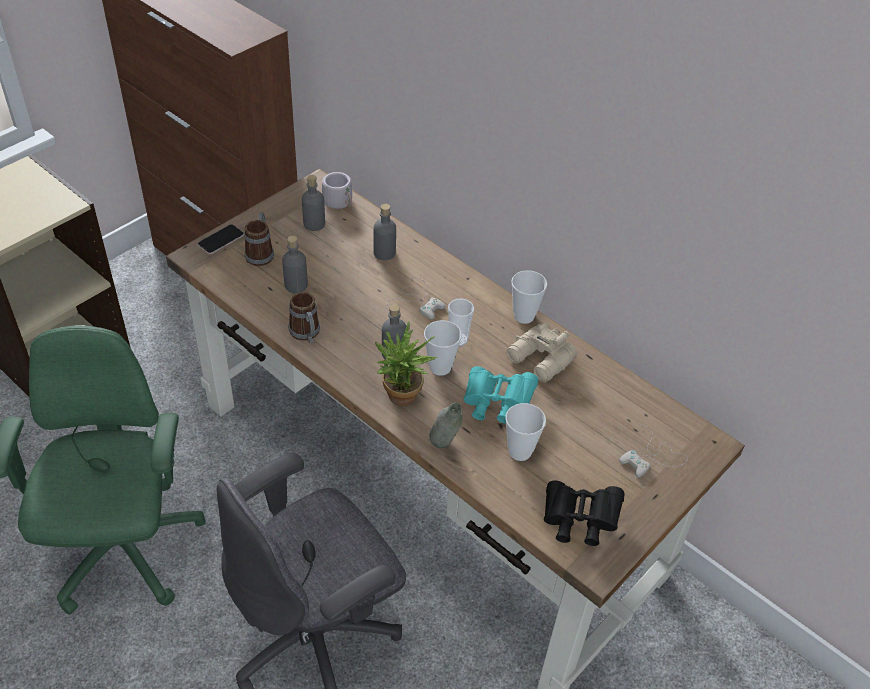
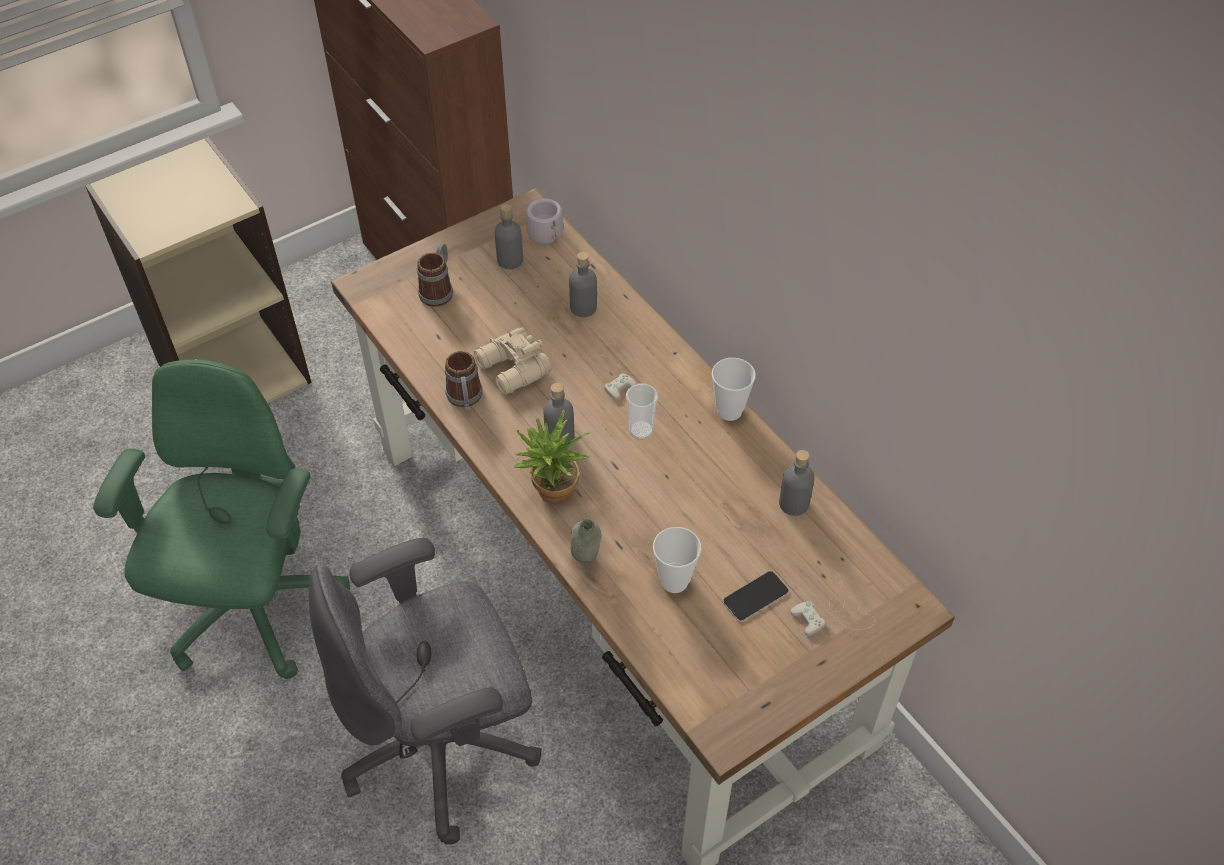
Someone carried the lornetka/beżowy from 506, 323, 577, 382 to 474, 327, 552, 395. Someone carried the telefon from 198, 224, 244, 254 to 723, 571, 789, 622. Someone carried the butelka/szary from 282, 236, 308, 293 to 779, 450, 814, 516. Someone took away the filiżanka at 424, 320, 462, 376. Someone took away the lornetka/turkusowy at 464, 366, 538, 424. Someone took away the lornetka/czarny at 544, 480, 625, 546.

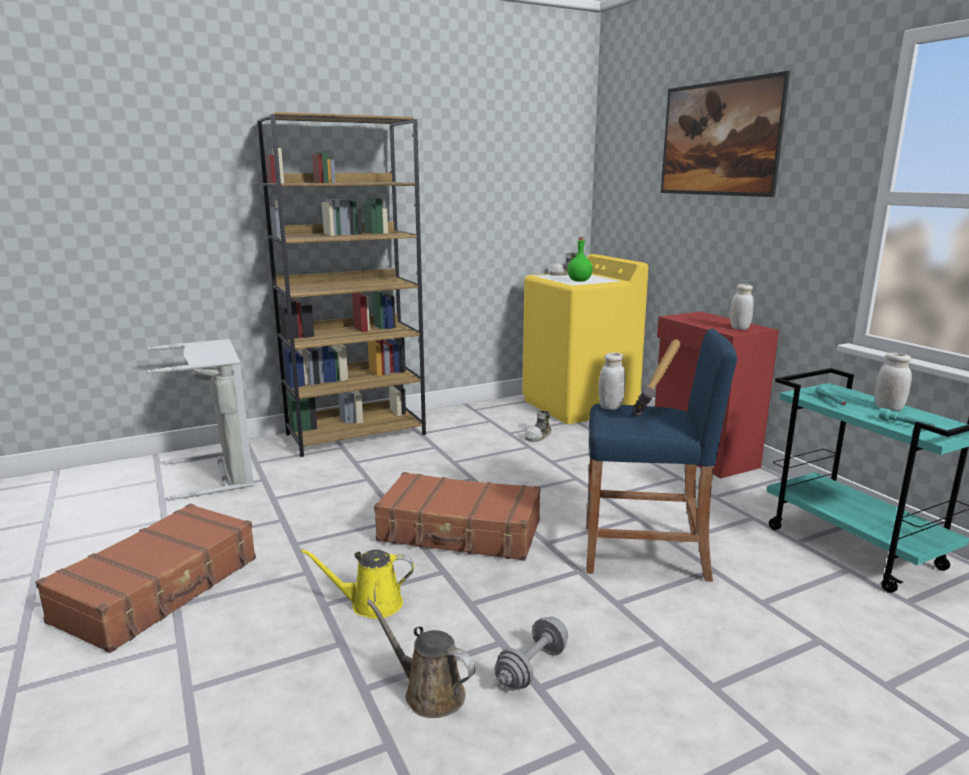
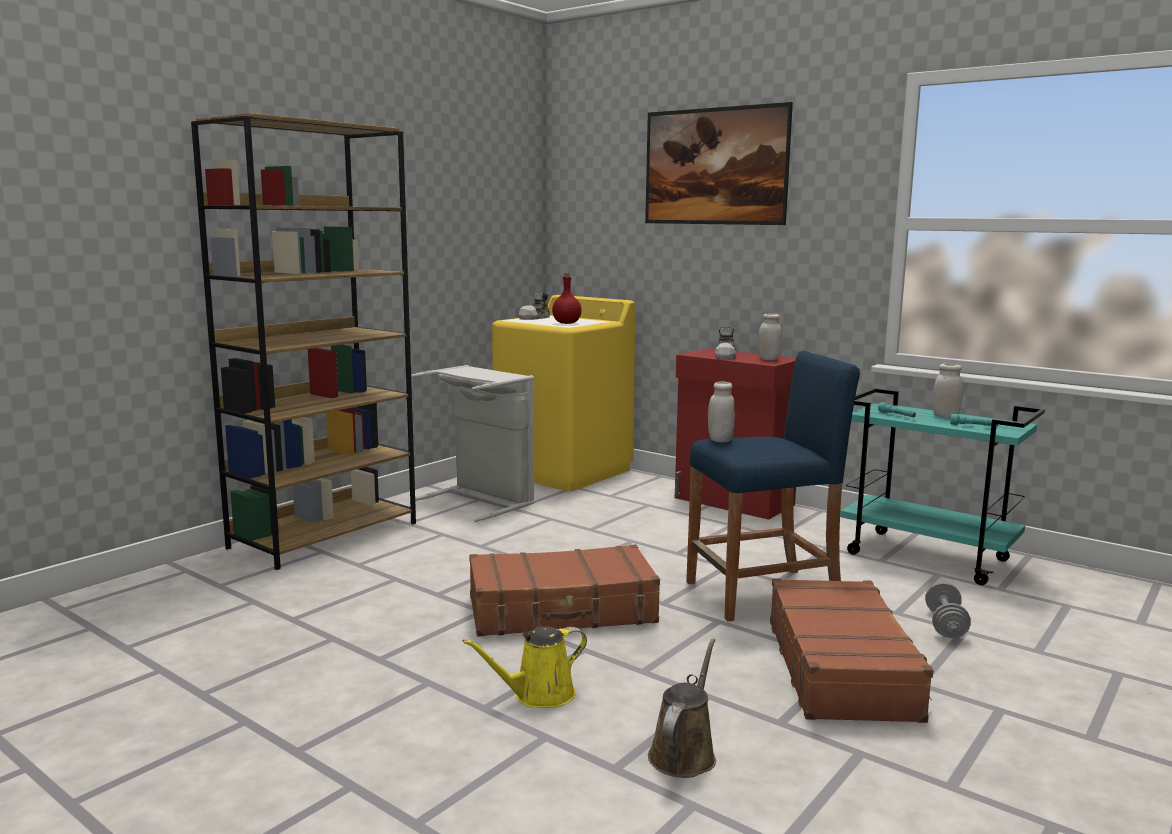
Someone carried the kosz na pranie/szary from 147, 339, 254, 501 to 411, 365, 534, 522. Someone repainted the butelka/zielony at 567, 237, 592, 282, which became the butelka/czerwony at 552, 273, 582, 324. Someone rotated the konewka/brązowy at 367, 600, 475, 718 by 105 degrees clockwise. Someone carried the but from 524, 411, 551, 442 to 715, 327, 737, 360. Someone carried the walizka/brązowy from 35, 504, 256, 653 to 770, 578, 933, 723. Someone carried the hantel/szary from 494, 617, 568, 690 to 925, 582, 971, 639. Someone took away the młotek at 632, 340, 681, 417.

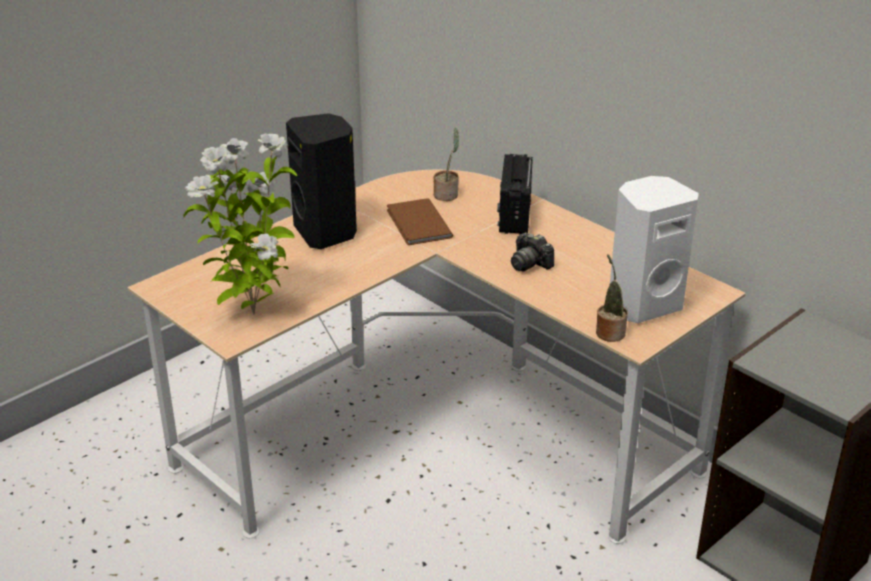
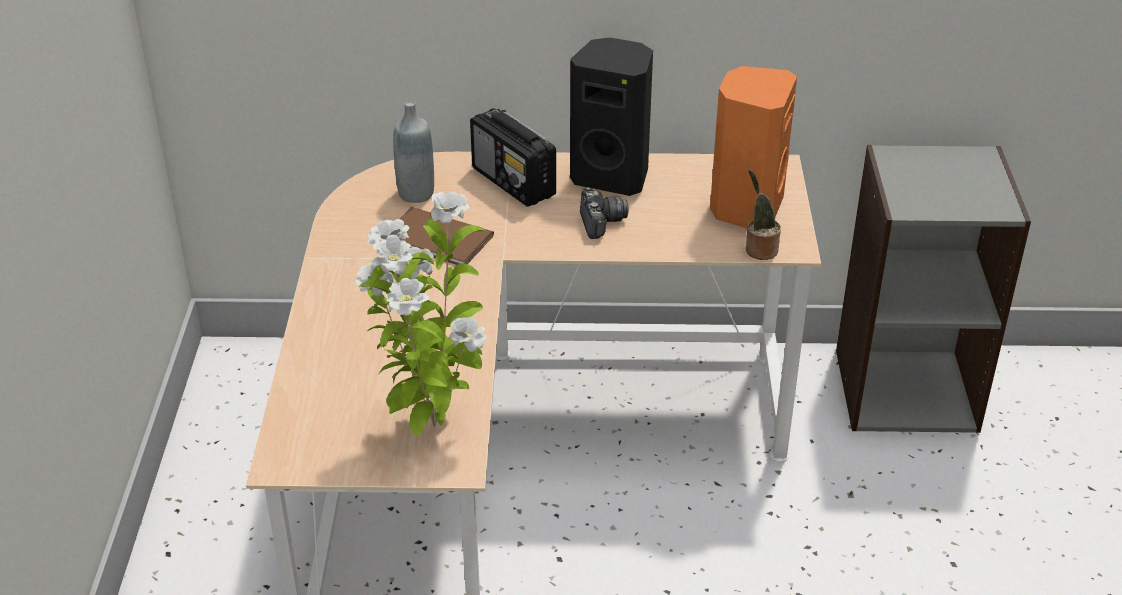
Someone swapped the roślina doniczkowa at 434, 128, 459, 201 for the butelka/szary at 393, 101, 434, 203. Someone carried the głośnik/czarny from 286, 113, 357, 249 to 570, 37, 653, 196. Someone rotated the aparat fotograficzny at 511, 232, 554, 271 by 105 degrees counterclockwise. Someone repainted the głośnik/biały at 610, 176, 699, 323, which became the głośnik/pomarańczowy at 710, 66, 797, 228.

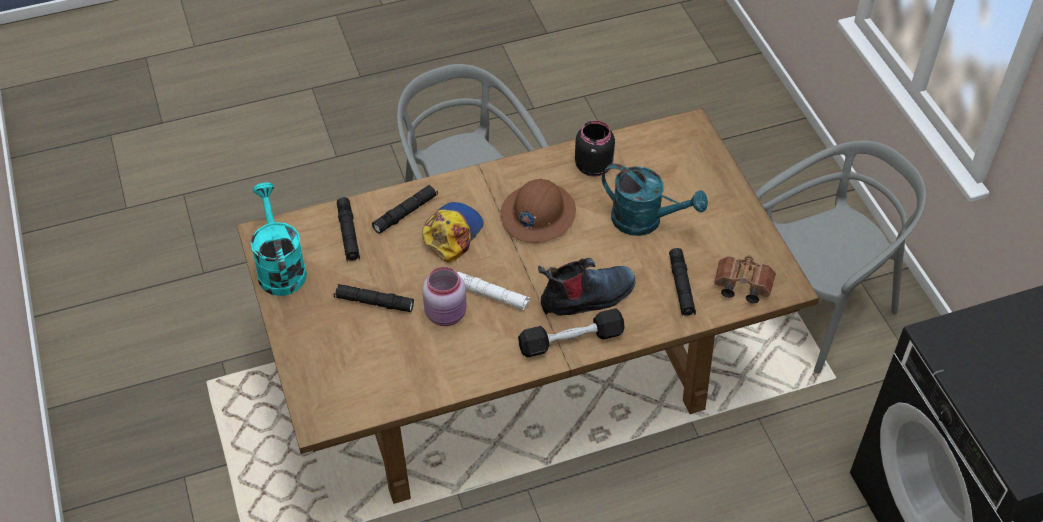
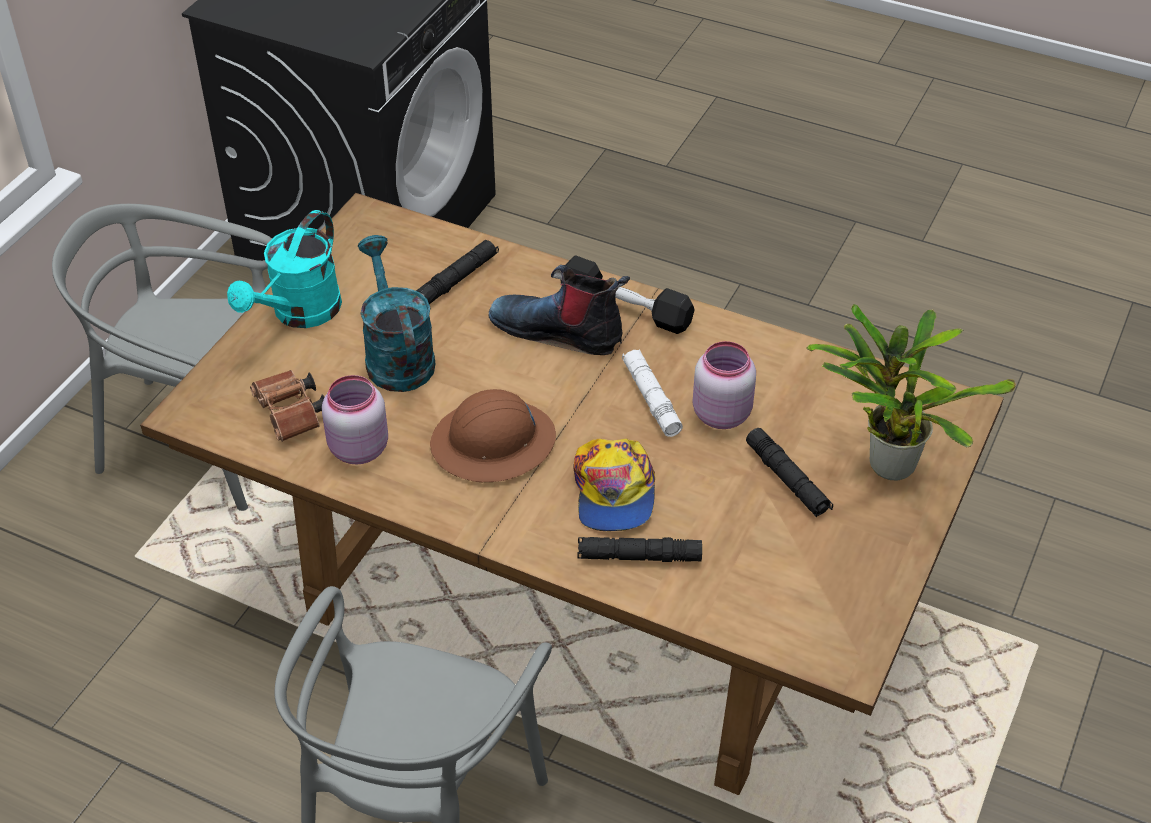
Someone carried the konewka/turkusowy from 251, 182, 307, 296 to 227, 210, 342, 328. Someone carried the lornetka/brązowy from 714, 255, 776, 304 to 250, 370, 324, 442. Someone repainted the słoik/czarny at 575, 120, 615, 177, which became the słoik/różowy at 322, 375, 388, 465. Someone rotated the czapka z daszkiem at 422, 202, 484, 262 by 75 degrees counterclockwise. Someone put down the roślina doniczkowa at 806, 304, 1016, 480. Someone took away the latarka/czarny at 337, 197, 360, 261.

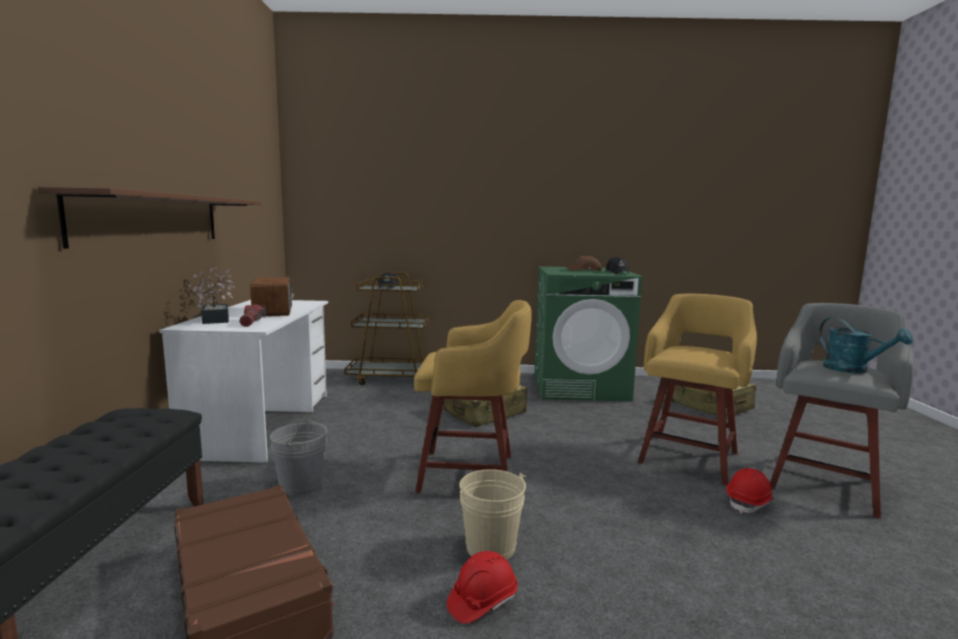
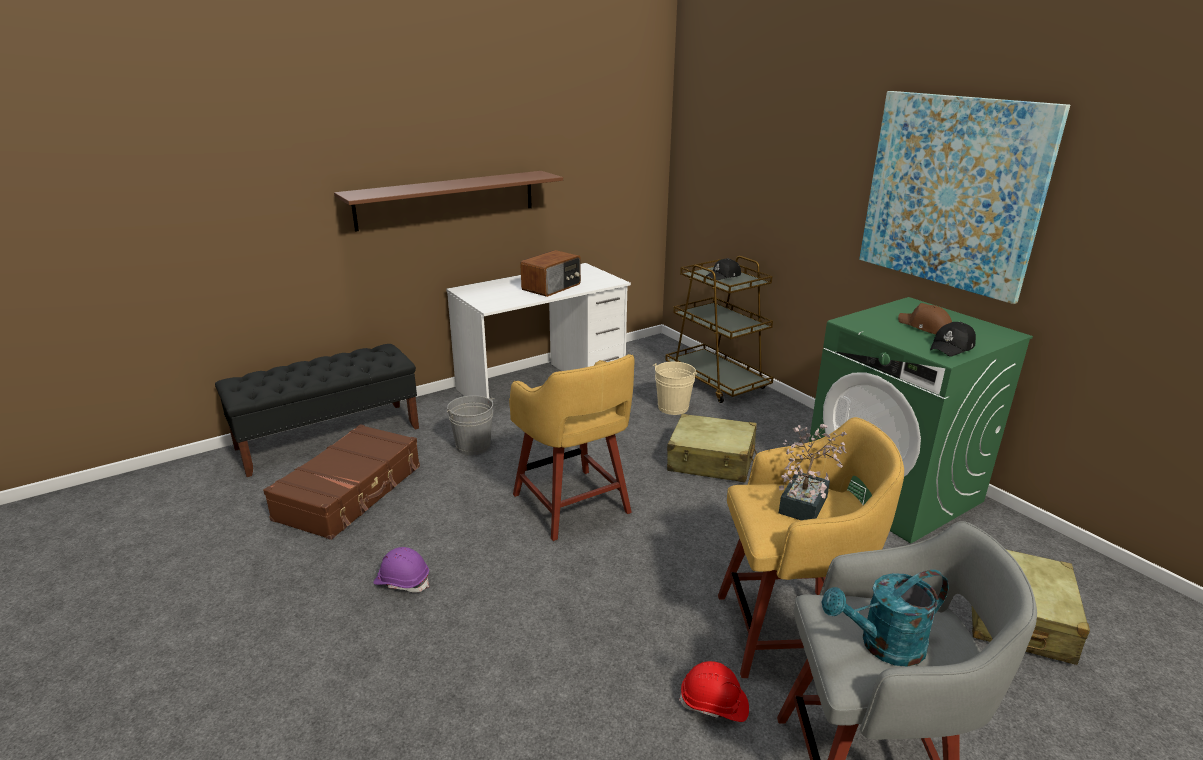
Someone repainted the kask/czerwony at 447, 551, 518, 624, which became the kask/fioletowy at 373, 547, 429, 593. Someone carried the wiadro/beżowy from 460, 469, 526, 560 to 653, 362, 697, 415. Someone carried the roślina doniczkowa from 189, 268, 235, 324 to 779, 424, 847, 520. Someone rotated the konewka/turkusowy at 819, 317, 913, 374 by 45 degrees clockwise. Someone put up the obraz at 859, 91, 1070, 304. Someone took away the latarka at 239, 304, 266, 327.

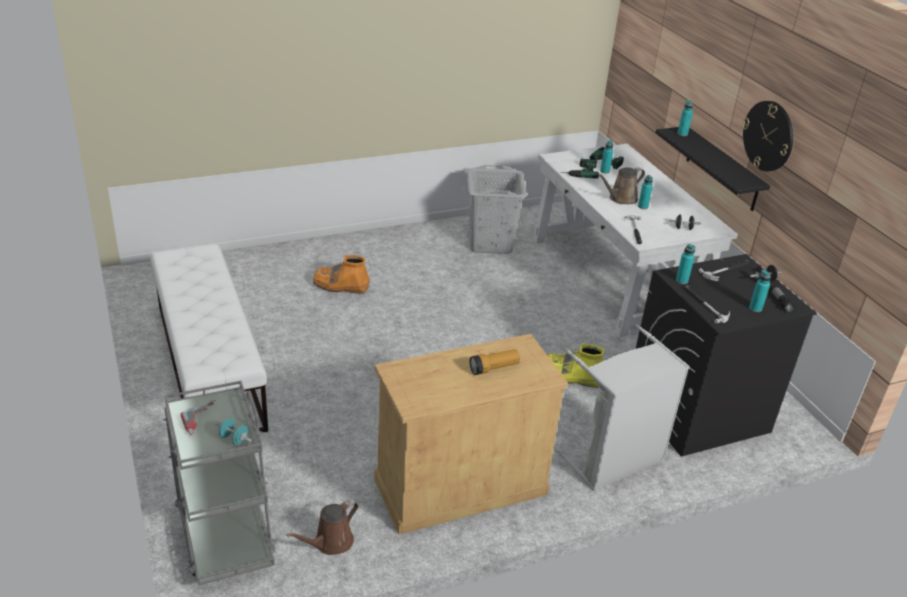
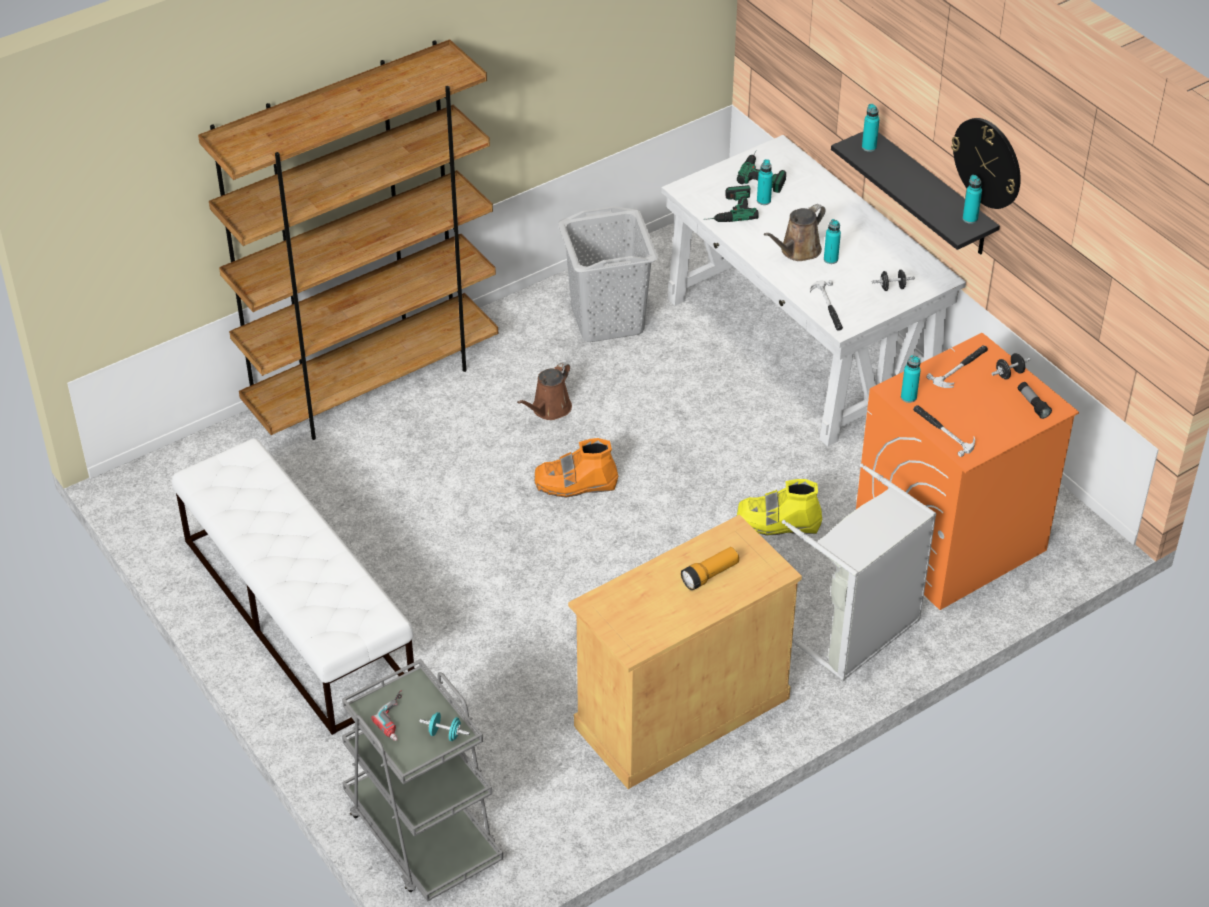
Someone put down the regał/brązowy at 198, 39, 498, 440. Someone carried the konewka/brązowy from 286, 499, 358, 555 to 517, 362, 572, 420. Someone carried the but z cholewką/pomarańczowy from 313, 255, 370, 294 to 535, 438, 618, 498. Someone repainted the pralka/czarny at 636, 254, 817, 457, which became the pralka/pomarańczowy at 856, 333, 1079, 610. Someone carried the butelka/turkusowy from 749, 270, 771, 312 to 963, 175, 982, 224.

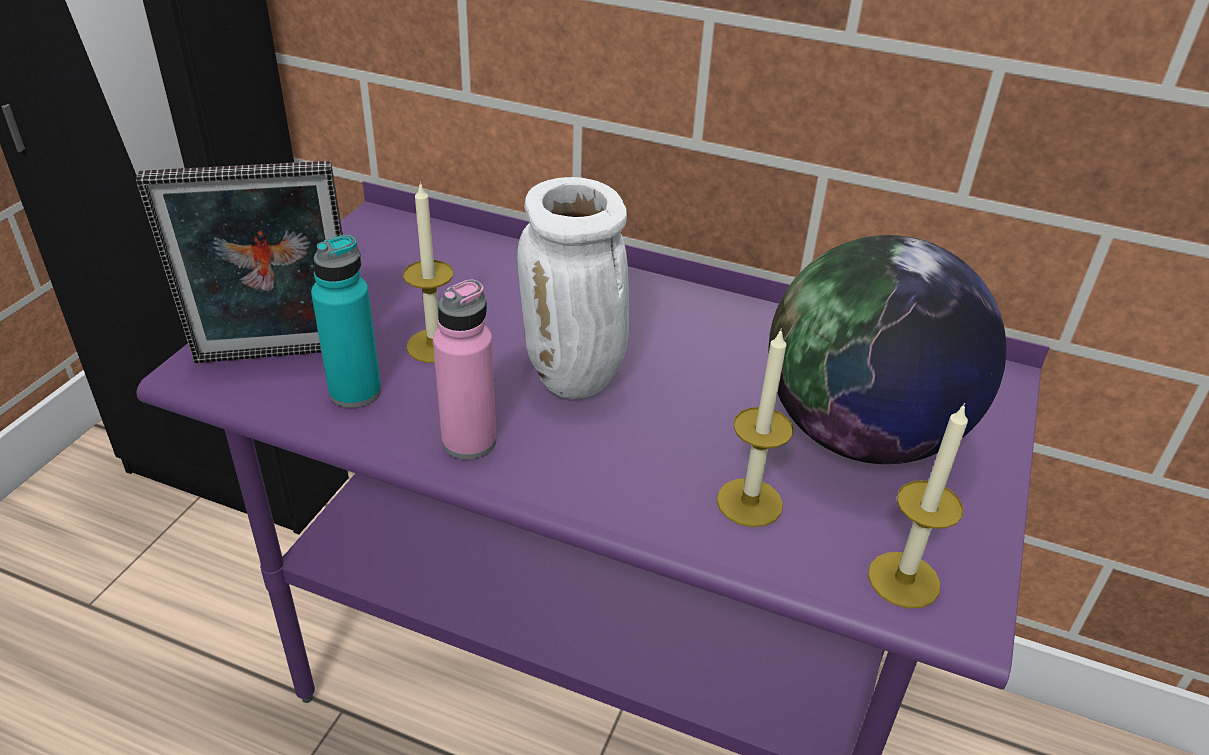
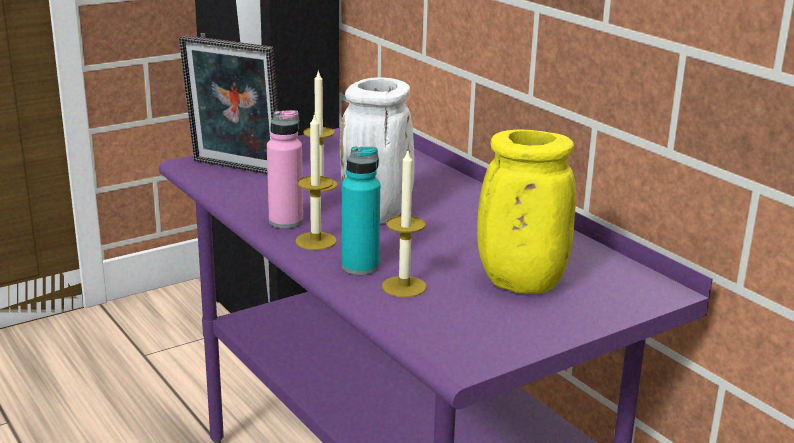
Someone carried the świeca from 868, 403, 968, 609 to 295, 112, 337, 250. Someone carried the butelka/turkusowy from 311, 235, 381, 408 to 342, 146, 380, 275. Someone swapped the globus at 768, 235, 1006, 464 for the wazon/żółty at 477, 129, 576, 294.

